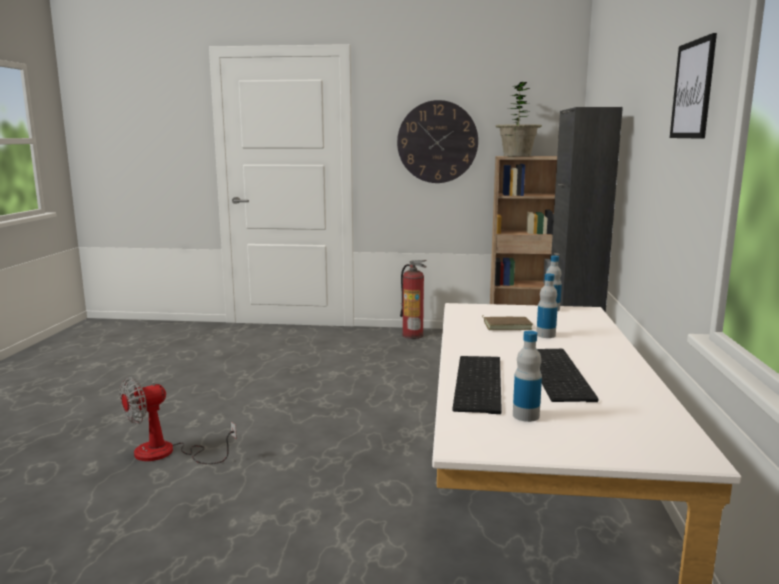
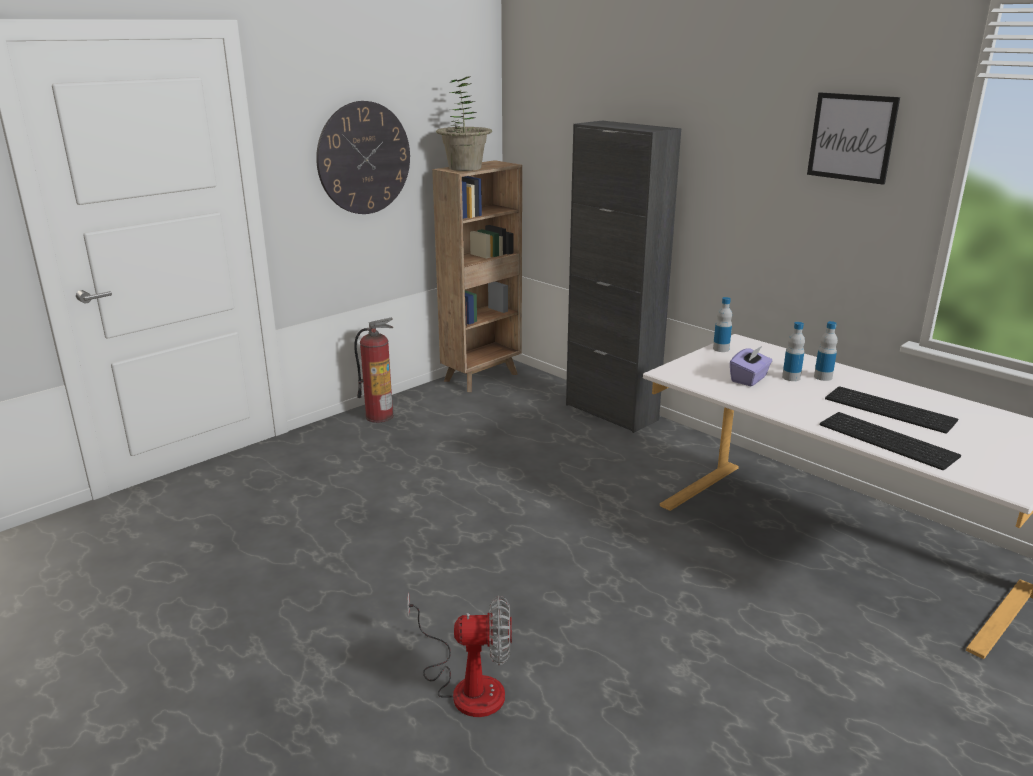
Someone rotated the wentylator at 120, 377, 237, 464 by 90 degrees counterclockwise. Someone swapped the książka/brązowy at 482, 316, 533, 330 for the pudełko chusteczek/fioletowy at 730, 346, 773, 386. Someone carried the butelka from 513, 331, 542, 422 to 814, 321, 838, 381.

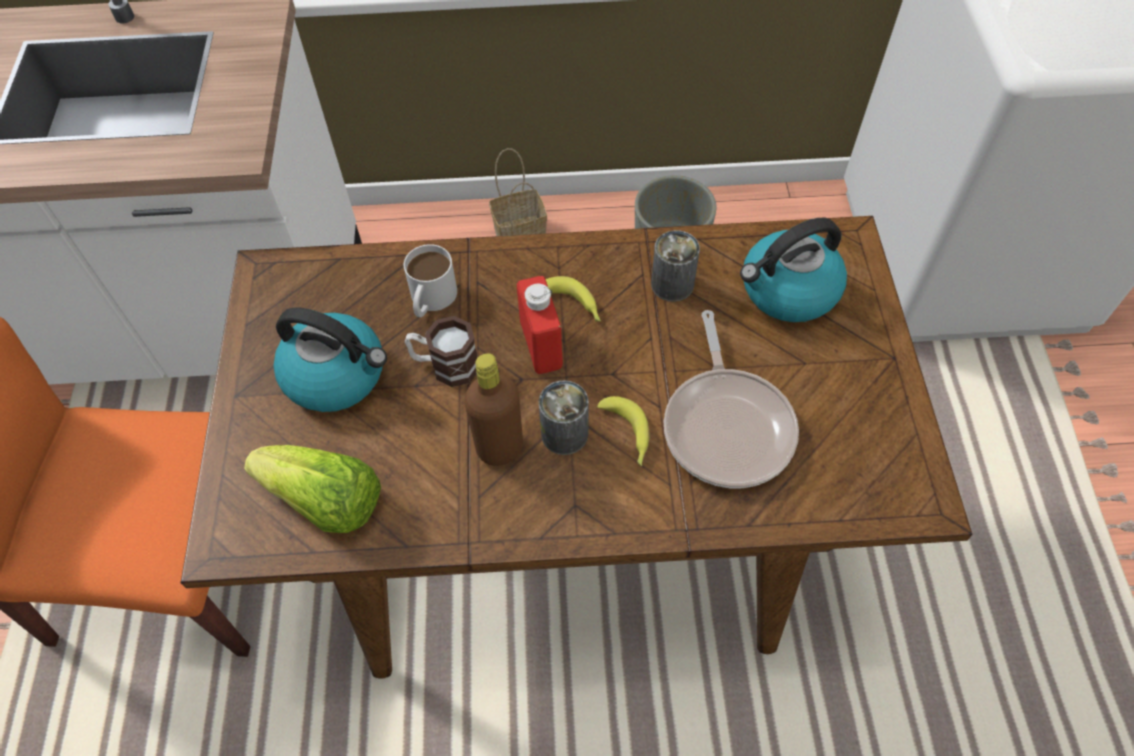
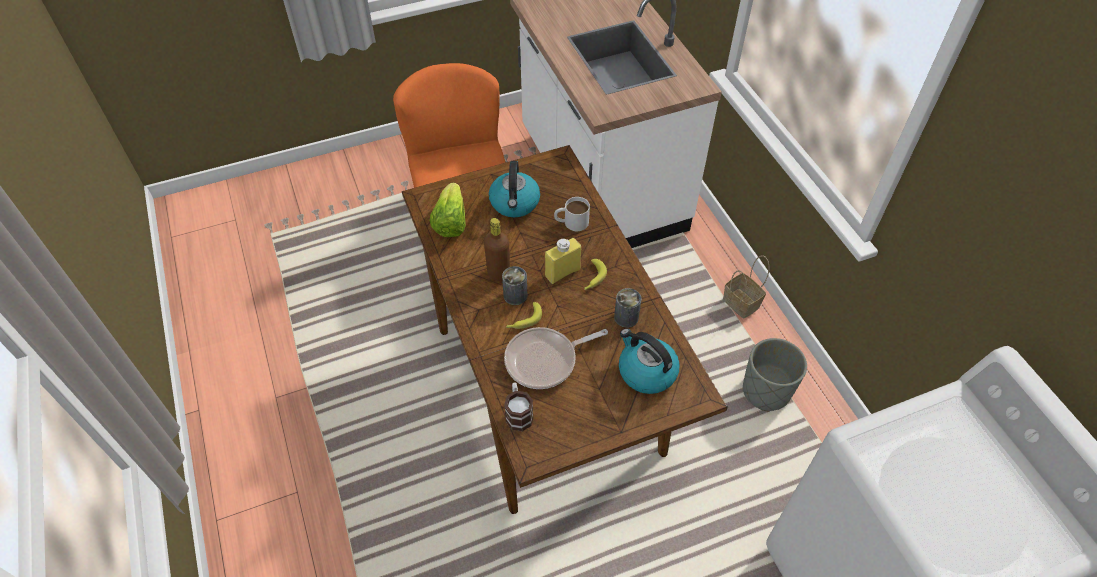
Someone carried the kubek from 405, 316, 477, 387 to 504, 383, 534, 431. Someone repainted the butelka/czerwony at 517, 276, 563, 374, which became the butelka/żółty at 545, 238, 581, 284.

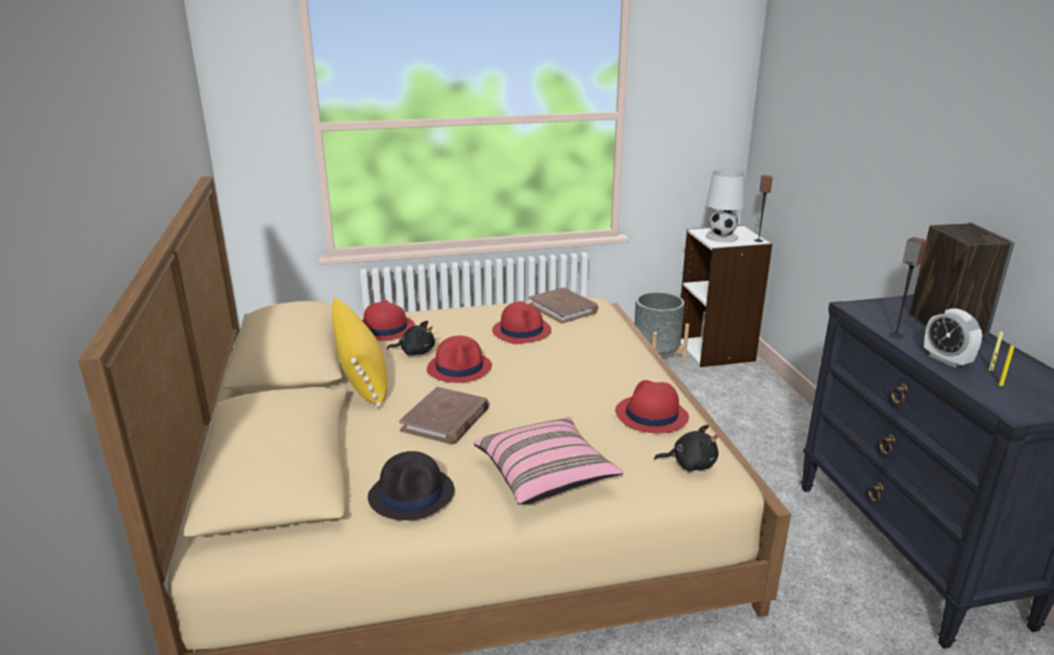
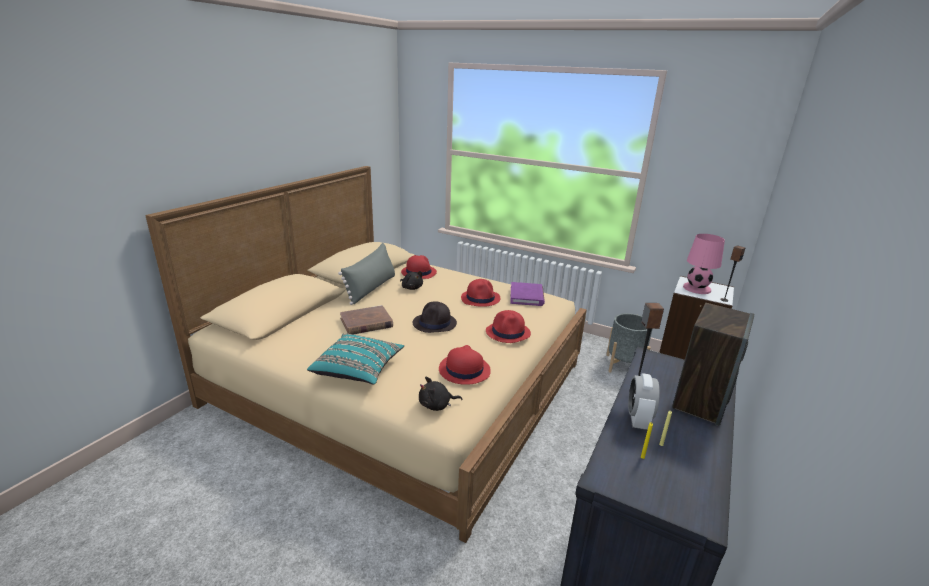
Someone repainted the poduszka/różowy at 474, 417, 623, 505, which became the poduszka/turkusowy at 307, 334, 404, 385. Someone repainted the poduszka/żółty at 332, 297, 388, 408, which became the poduszka/szary at 338, 243, 395, 305. Someone carried the kapelusz/czarny from 368, 451, 455, 520 to 413, 301, 457, 333. Someone rotated the pluszak/czarny at 654, 425, 719, 471 by 120 degrees clockwise. Someone carried the kapelusz/czerwony from 427, 336, 492, 383 to 486, 310, 531, 343. Someone repainted the książka/brązowy at 529, 287, 598, 324, which became the książka/fioletowy at 510, 282, 545, 306. Someone repainted the lampa stołowa/biały at 706, 170, 745, 242, which became the lampa stołowa/różowy at 683, 234, 725, 294.

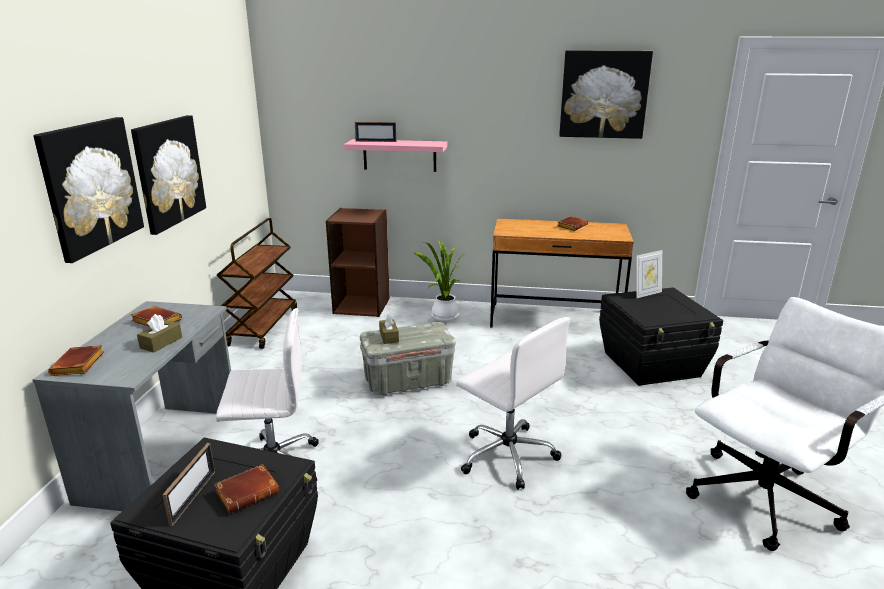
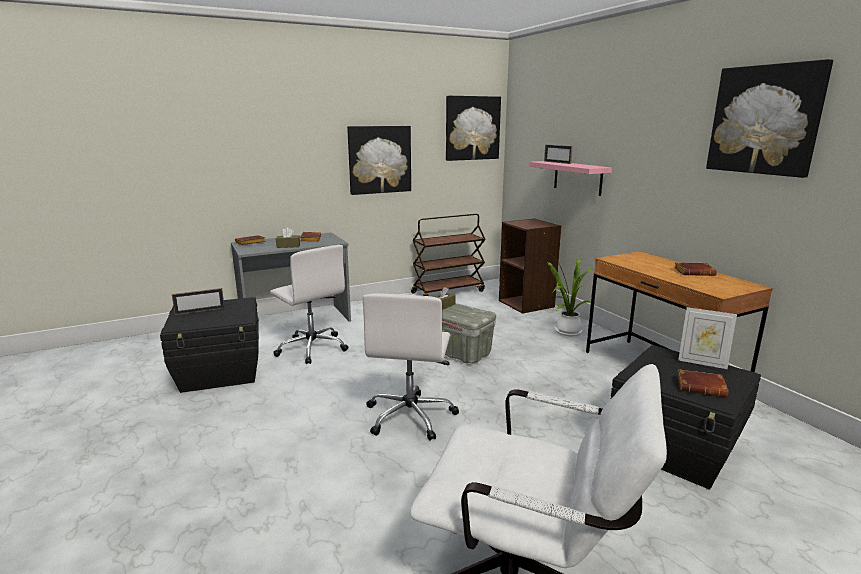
Someone carried the obraz from 33, 117, 144, 263 to 446, 96, 501, 161. Someone carried the książka/brązowy from 214, 464, 279, 514 to 677, 369, 729, 397.

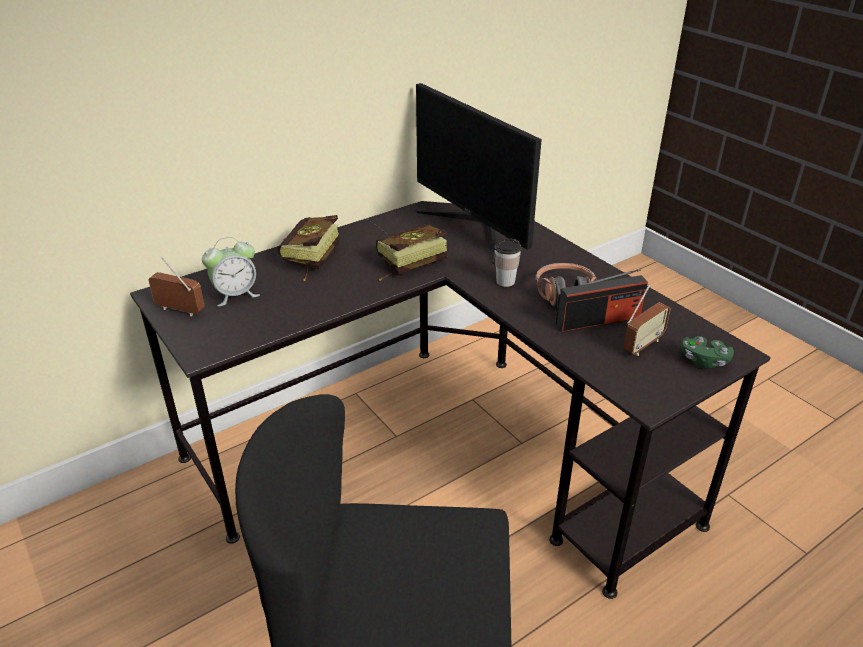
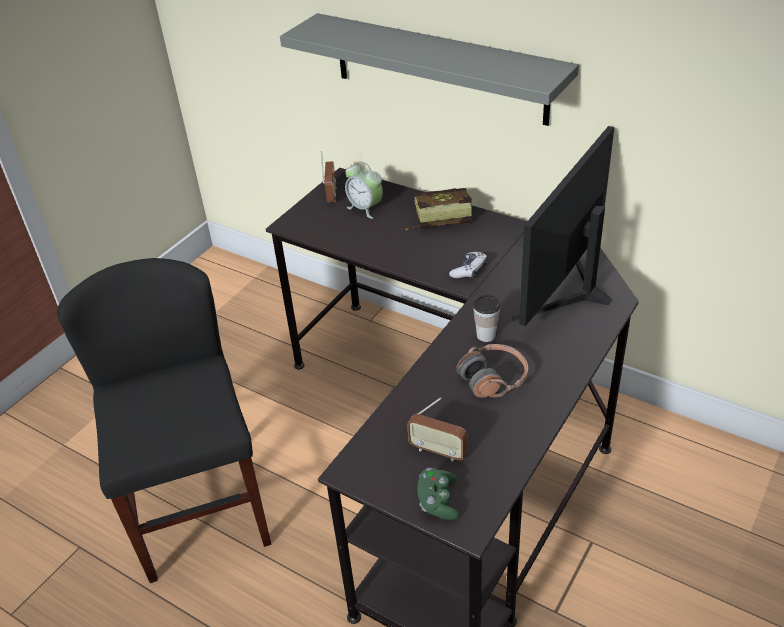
Someone put up the półka/szary at 280, 13, 579, 126. Someone swapped the książka at 376, 224, 448, 281 for the pad do gier at 449, 252, 488, 278. Someone took away the radio at 556, 269, 648, 332.

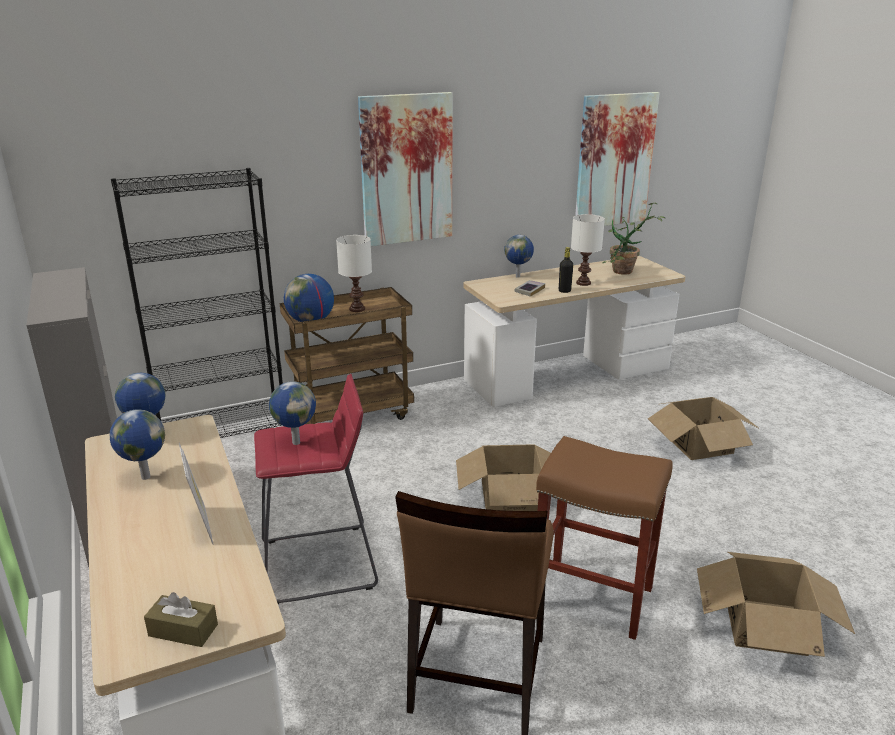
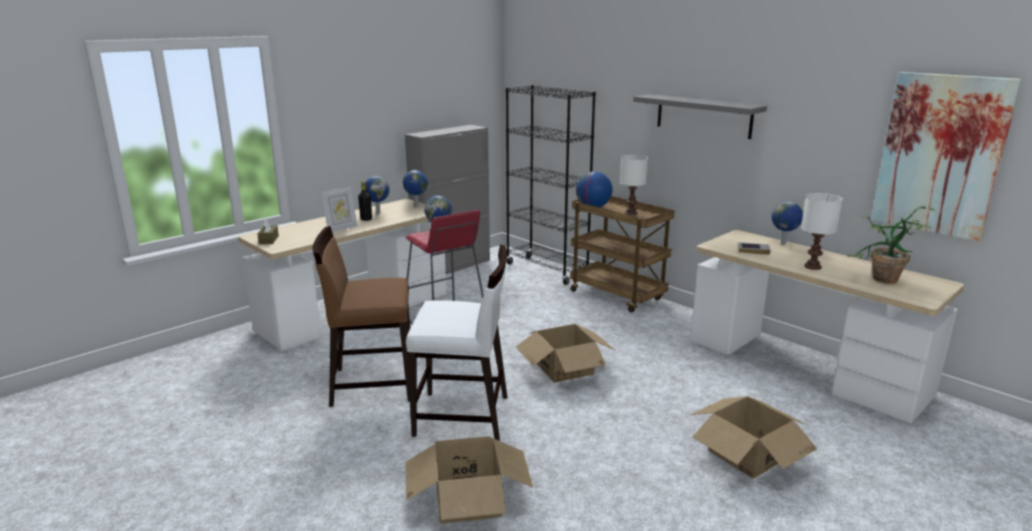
Someone carried the butelka/czarny from 559, 247, 573, 293 to 358, 181, 372, 221. Someone swapped the stołek/brązowy at 536, 436, 673, 640 for the krzesło/biały at 406, 244, 507, 441. Someone swapped the obraz at 358, 92, 453, 246 for the półka/szary at 633, 94, 767, 139.

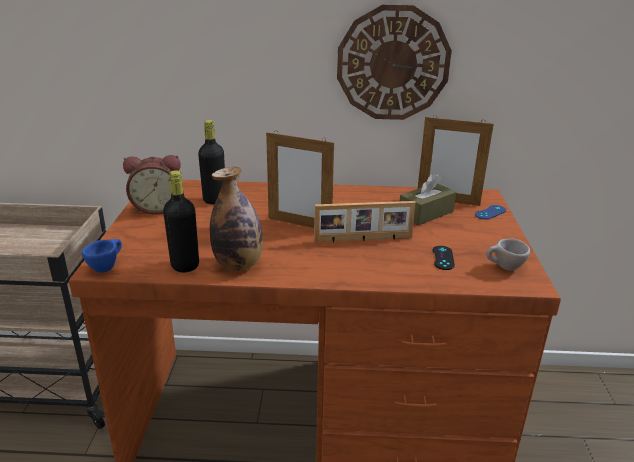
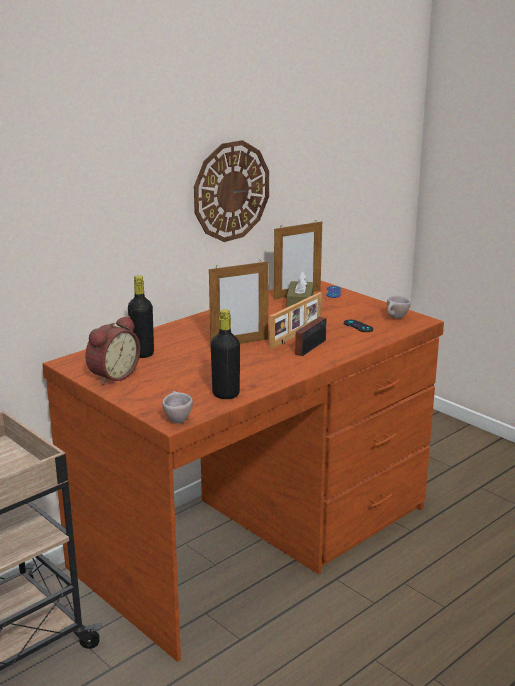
Someone repainted the filiżanka/niebieski at 82, 239, 122, 273, which became the filiżanka/beżowy at 162, 391, 193, 423. Someone put down the radio at 295, 298, 327, 356. Someone took away the butelka at 210, 167, 263, 271.

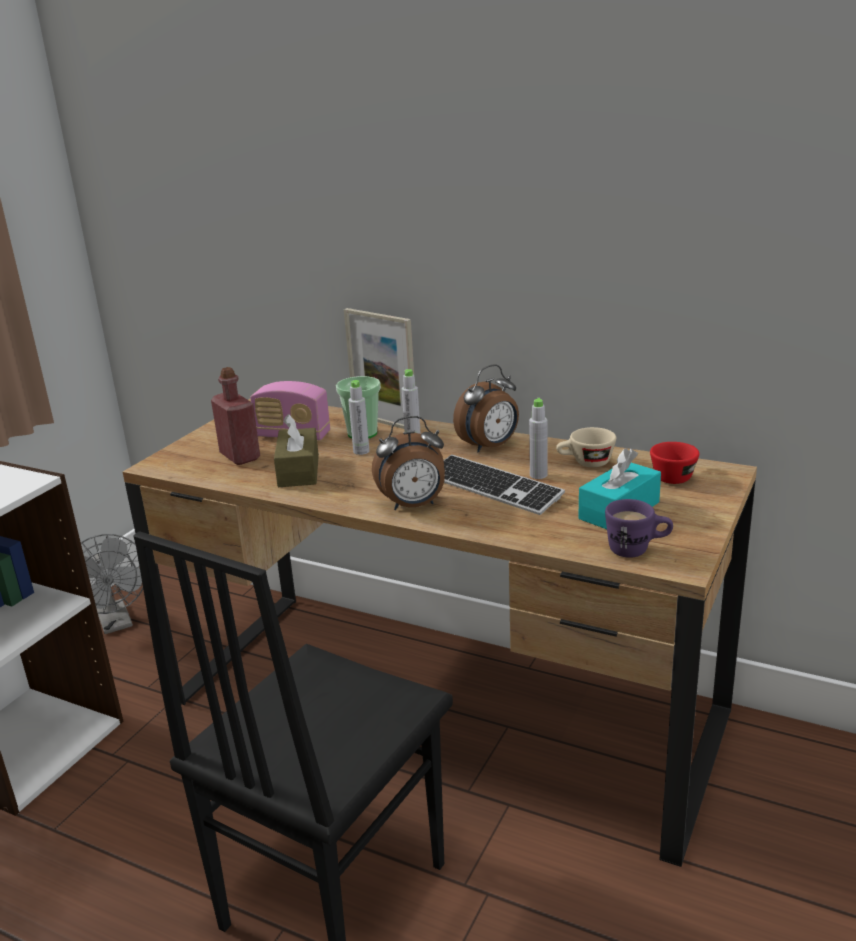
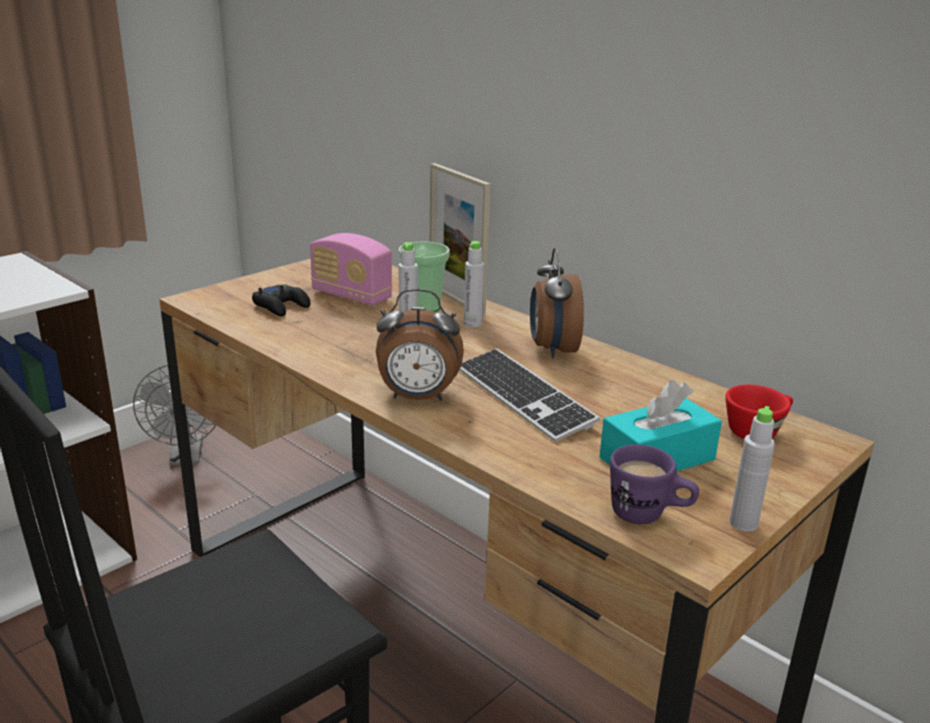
Someone swapped the butelka/czerwony at 211, 367, 260, 465 for the pad do gier/czarny at 252, 285, 310, 316. Someone rotated the budzik at 453, 364, 519, 453 by 105 degrees clockwise. Someone carried the butelka/szary from 529, 398, 547, 479 to 730, 406, 775, 532. Someone took away the pudełko chusteczek/brązowy at 274, 414, 319, 487. Someone took away the filiżanka/beżowy at 556, 427, 616, 467.

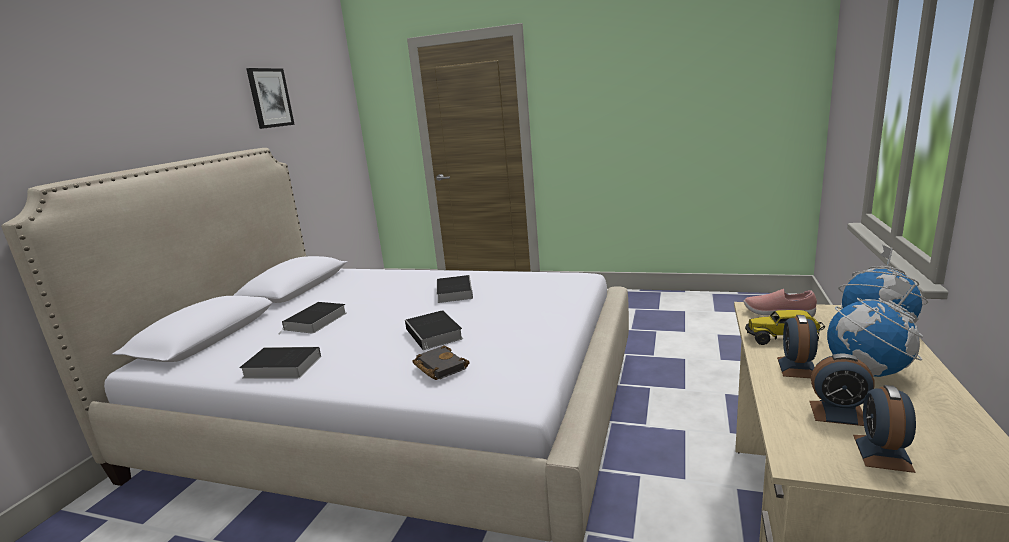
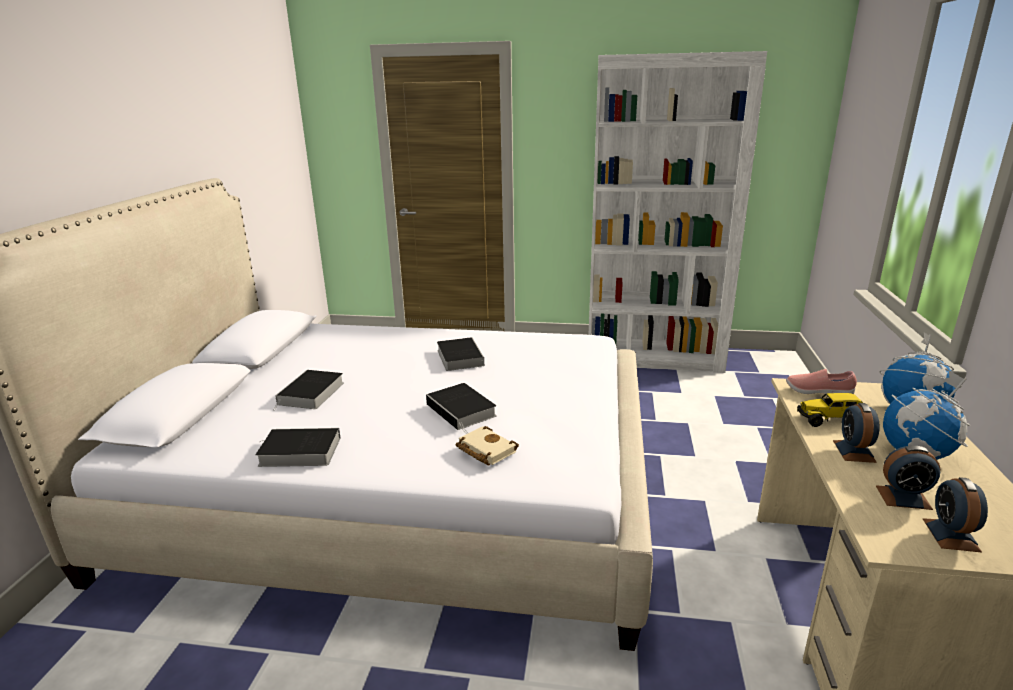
Someone repainted the książka/czarny at 412, 345, 470, 380, which became the książka/beżowy at 456, 426, 519, 465. Someone put down the regał/biały at 589, 51, 767, 373. Someone took away the obraz at 246, 68, 295, 129.

